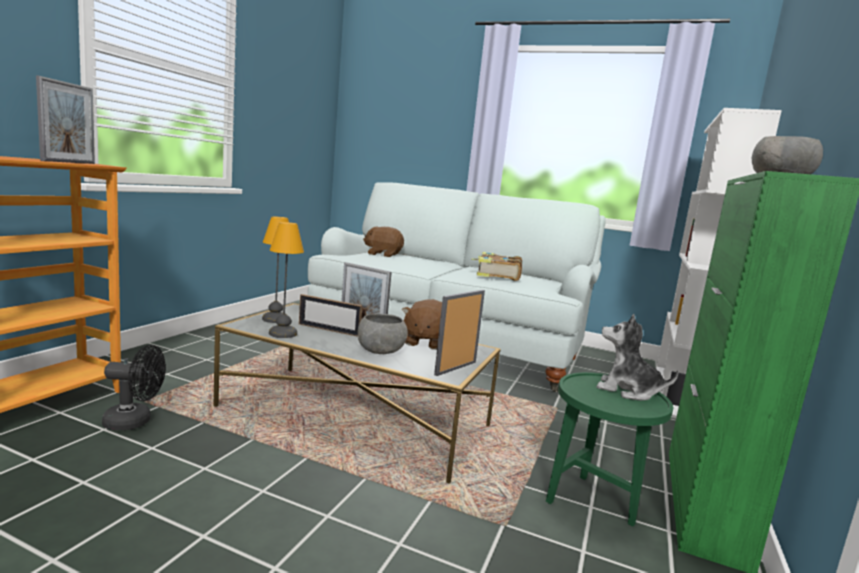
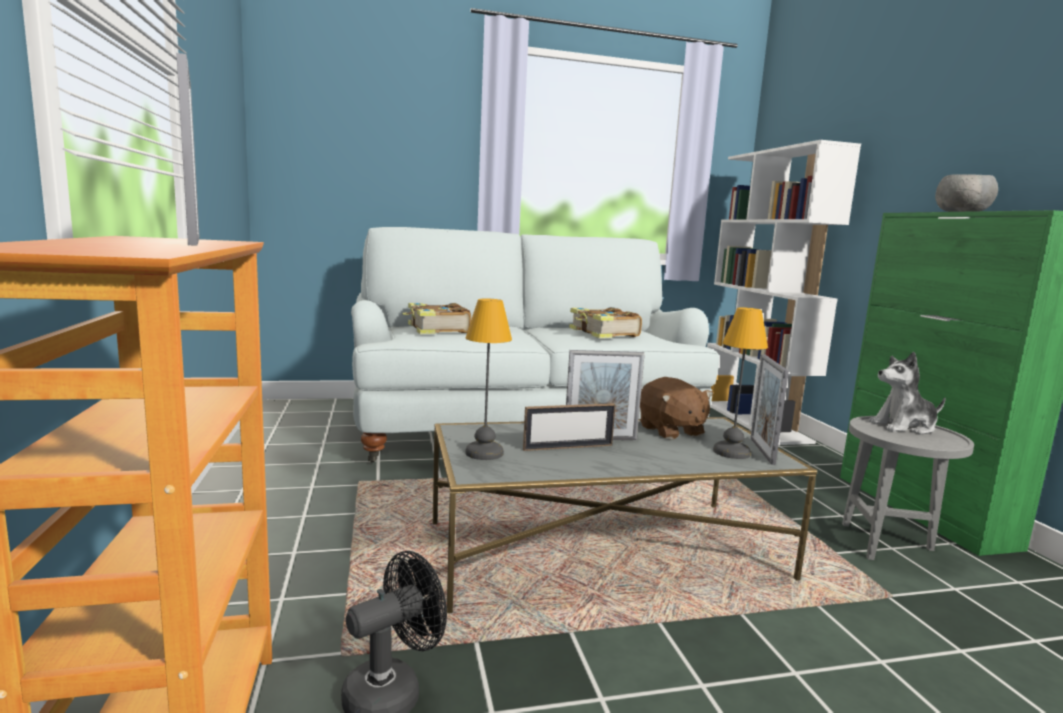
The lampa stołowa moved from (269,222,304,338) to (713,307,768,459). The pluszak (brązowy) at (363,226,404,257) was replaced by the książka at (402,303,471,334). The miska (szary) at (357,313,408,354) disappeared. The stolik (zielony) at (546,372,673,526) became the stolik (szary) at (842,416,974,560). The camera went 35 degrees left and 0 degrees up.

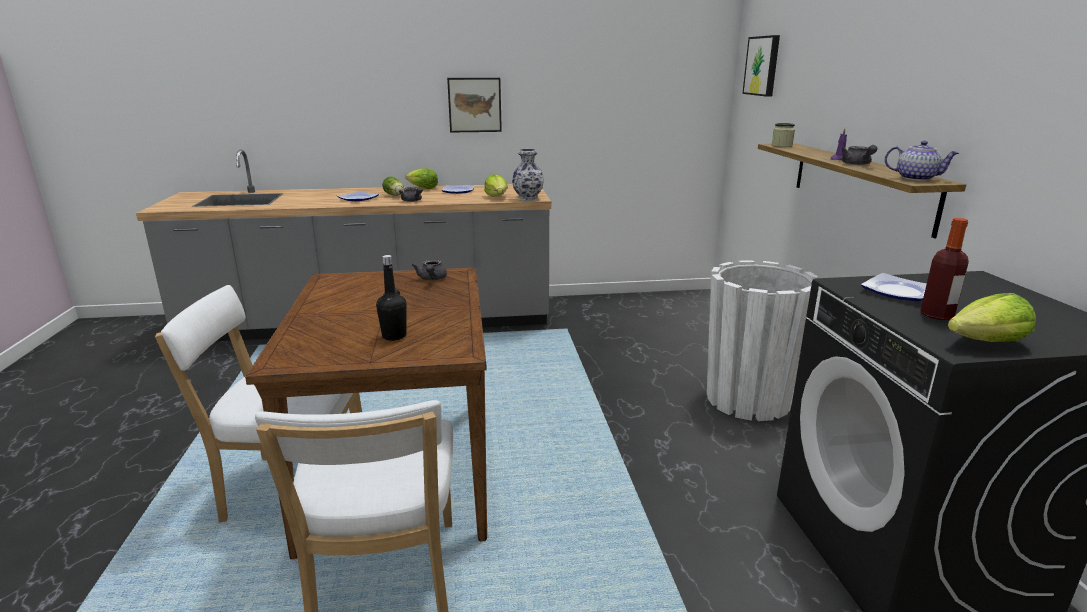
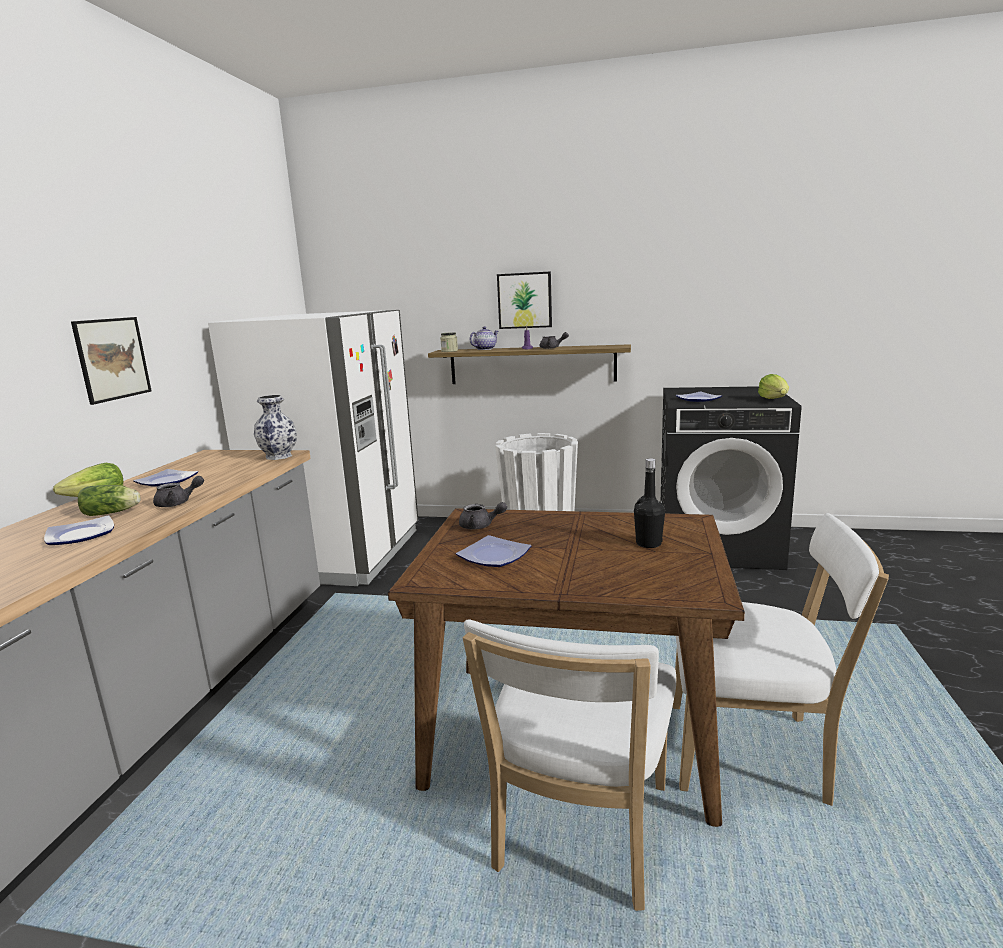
The obraz moved from (742,35,780,97) to (497,272,552,329). The imbryk moved from (885,141,959,181) to (470,327,499,350). The sałata at (484,174,508,197) disappeared. The butelka at (920,218,969,320) disappeared. The lodówka (biały) at (208,310,418,586) appeared. The talerz at (456,535,532,567) appeared. The camera went 70 degrees left and 5 degrees down.

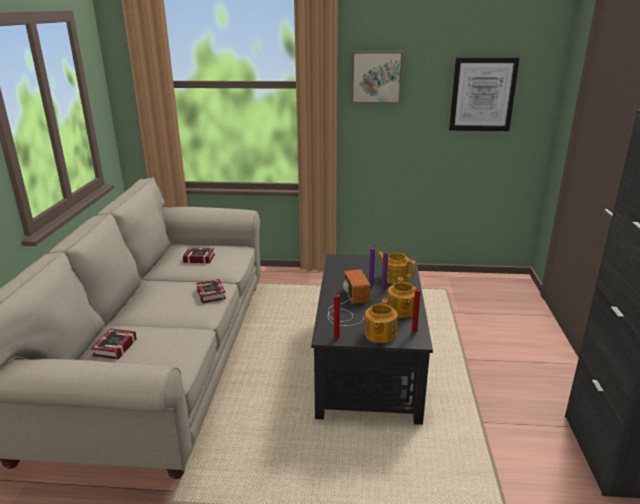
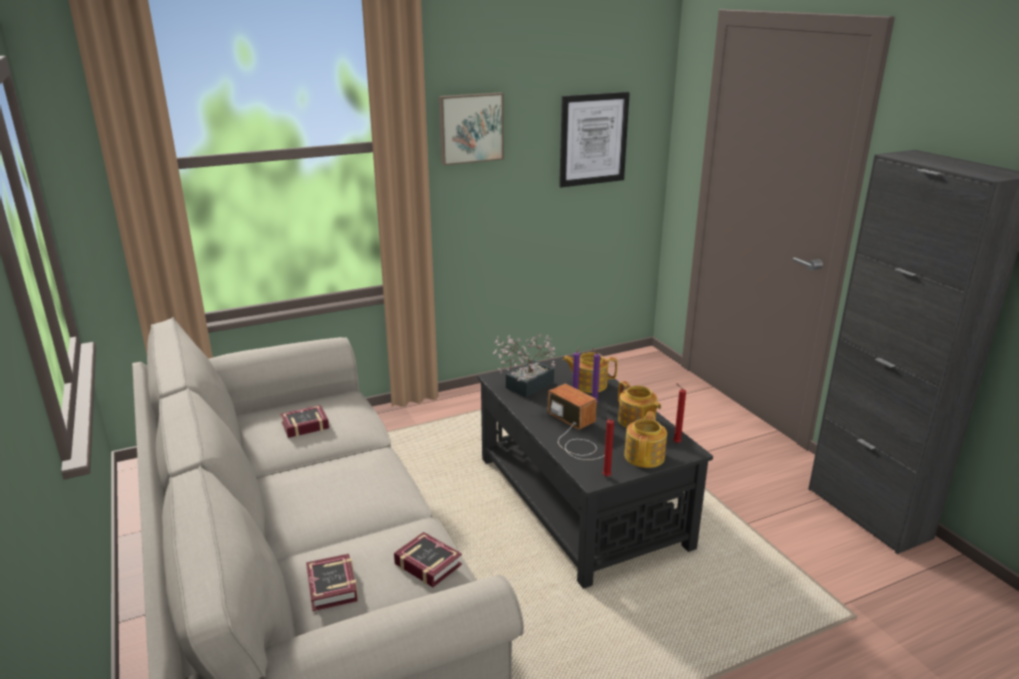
The książka moved from (196,279,226,303) to (394,532,462,587). The imbryk at (364,298,397,343) turned 150 degrees counterclockwise. The roślina doniczkowa at (493,334,555,397) appeared. The camera went 30 degrees left and 0 degrees up.

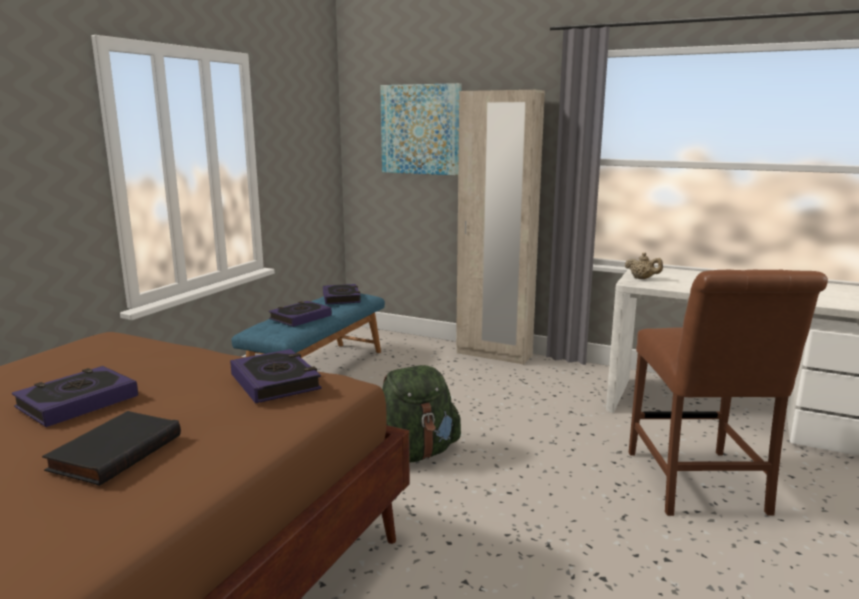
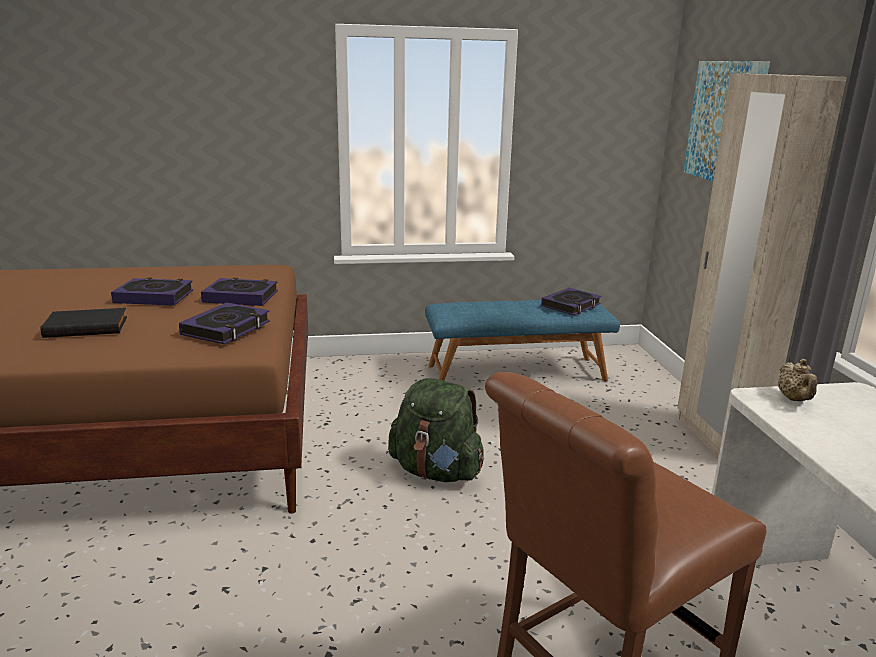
The książka moved from (269,301,332,327) to (201,278,278,306). The camera went 55 degrees right and 5 degrees up.

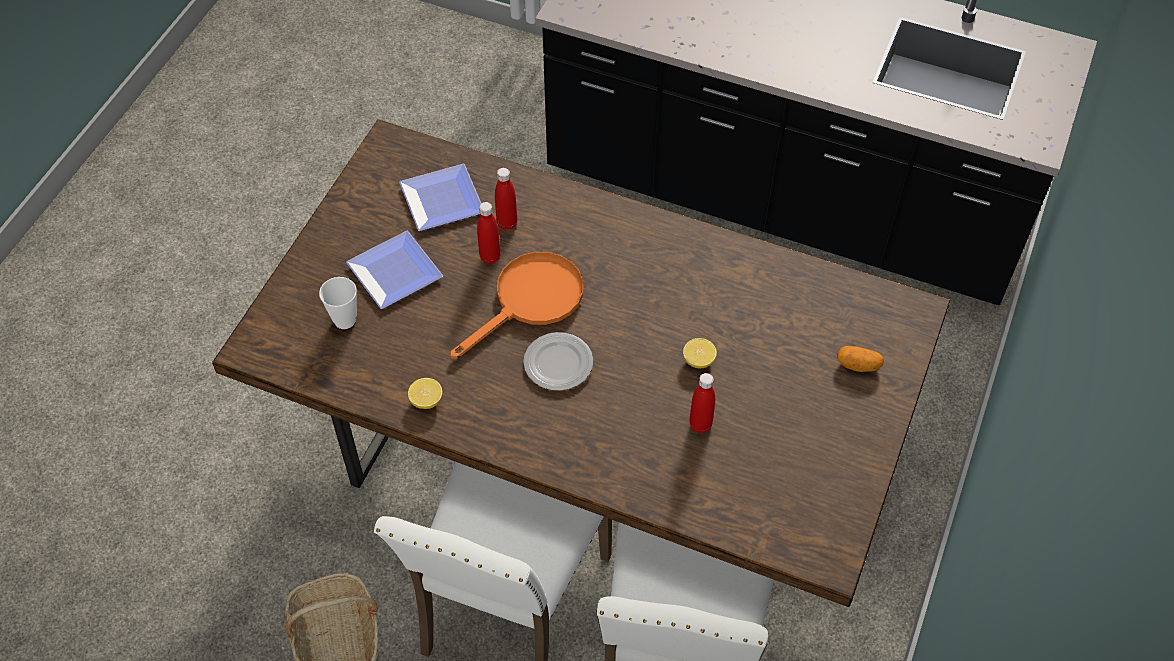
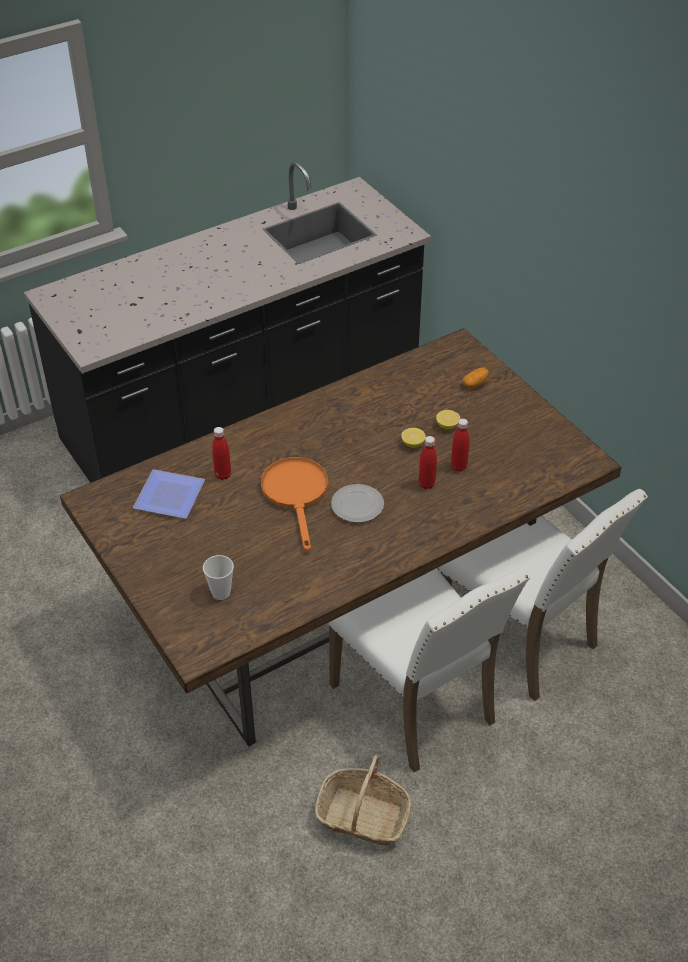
The butelka (czerwony) moved from (477,202,501,264) to (419,436,437,489). The talerz at (346,231,443,309) disappeared. The cytryna moved from (408,378,443,409) to (436,410,460,430). The camera went 55 degrees left and 10 degrees down.

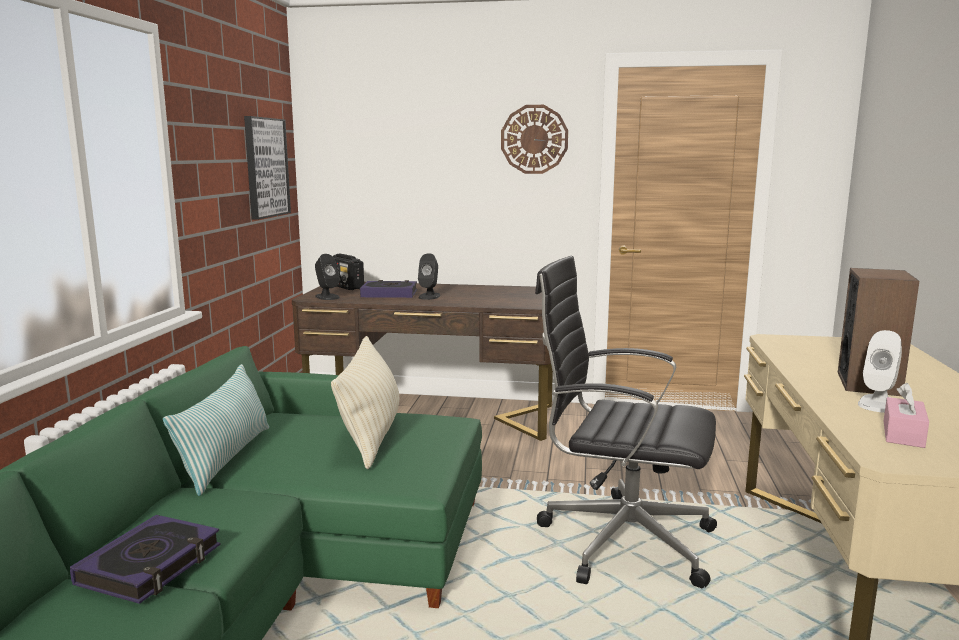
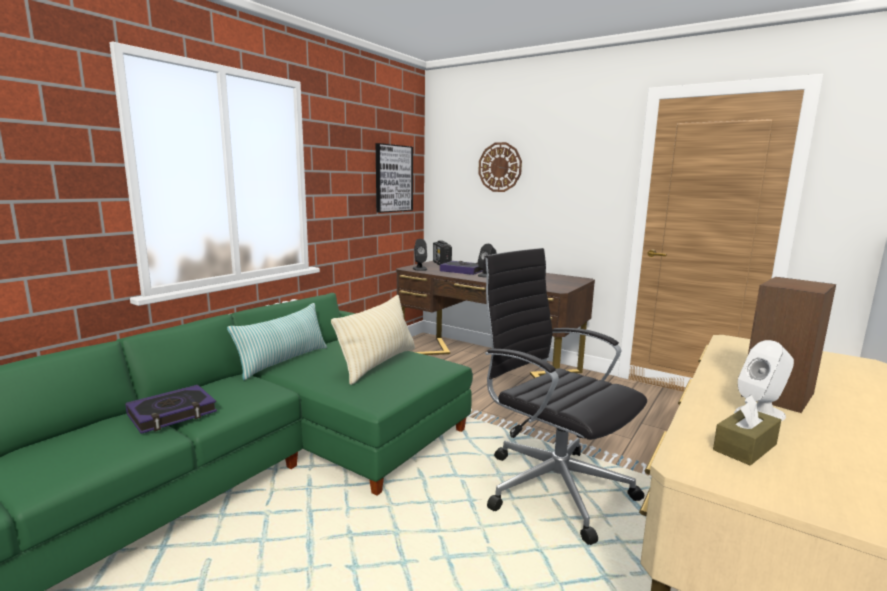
The zegar ścienny moved from (501,105,568,174) to (478,142,522,192). The pudełko chusteczek (różowy) at (884,383,929,448) became the pudełko chusteczek (brązowy) at (713,395,781,465). The camera went 25 degrees right and 0 degrees up.

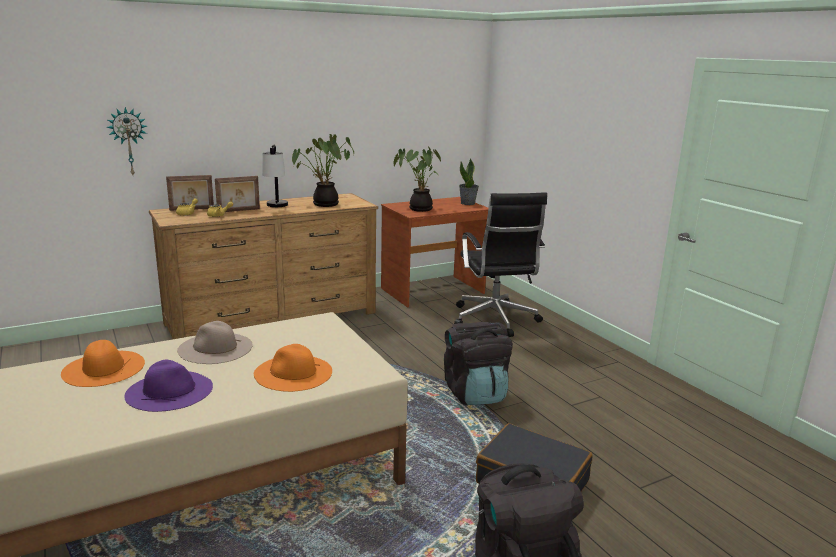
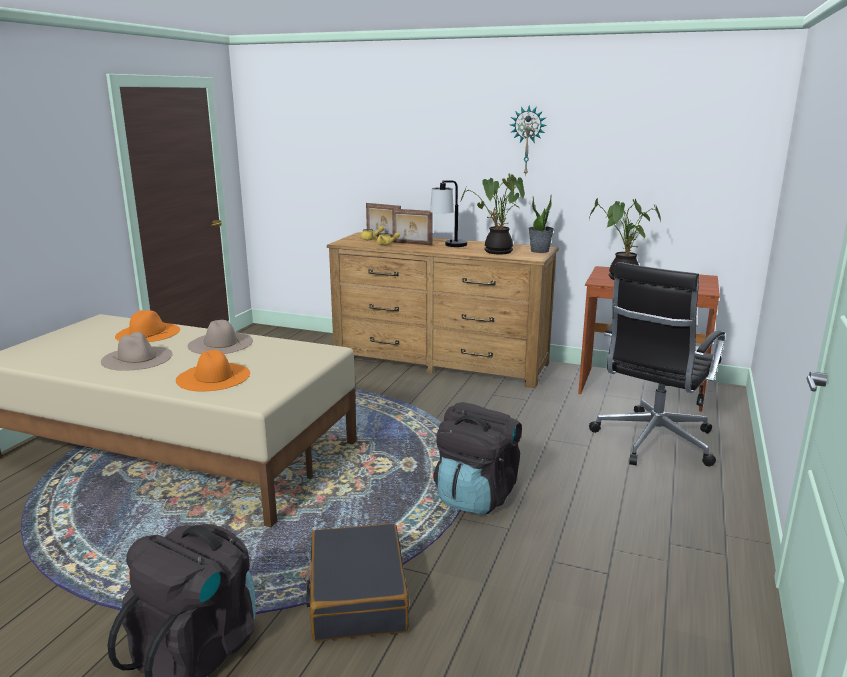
The zegar ścienny moved from (106,107,147,175) to (510,106,547,176). The roślina doniczkowa moved from (459,159,479,205) to (528,195,554,253). The kapelusz (fioletowy) at (124,360,213,412) became the kapelusz (beżowy) at (101,332,173,371). The camera went 50 degrees right and 0 degrees up.

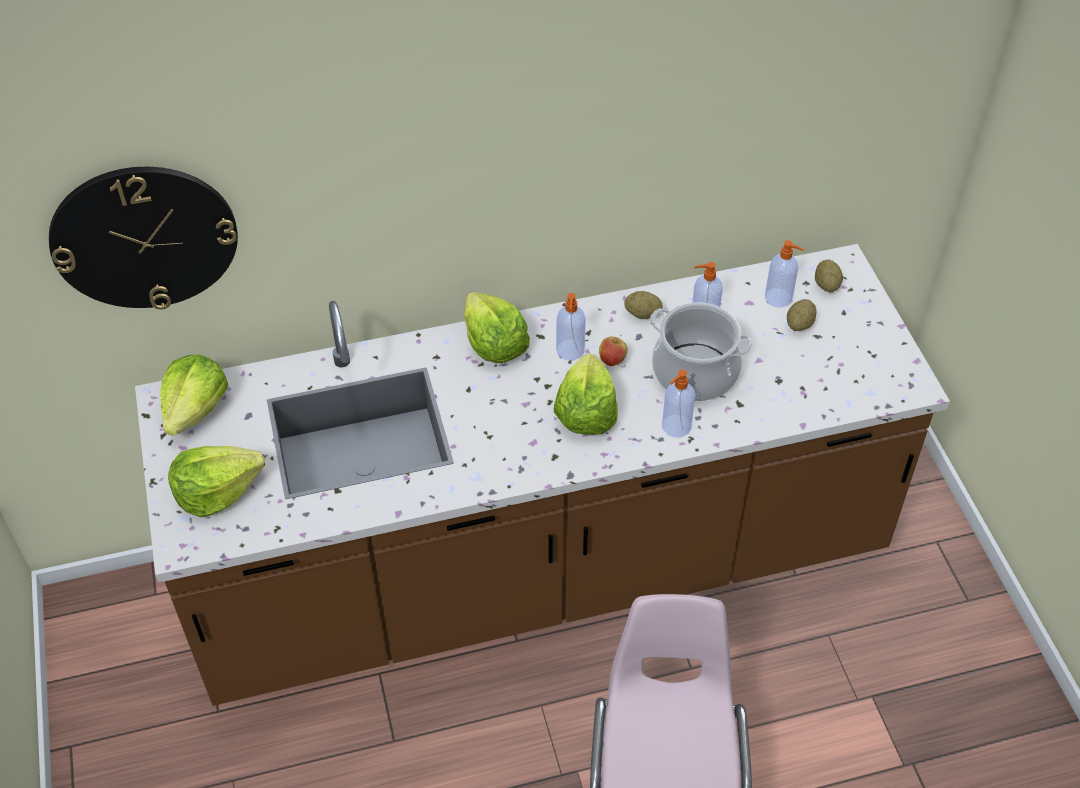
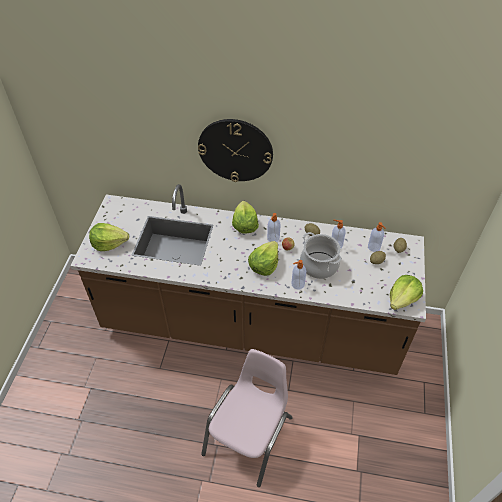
The zegar ścienny moved from (49,167,238,310) to (198,119,273,182). The sałata moved from (160,355,228,436) to (390,275,423,310). The camera went 25 degrees right and 0 degrees up.

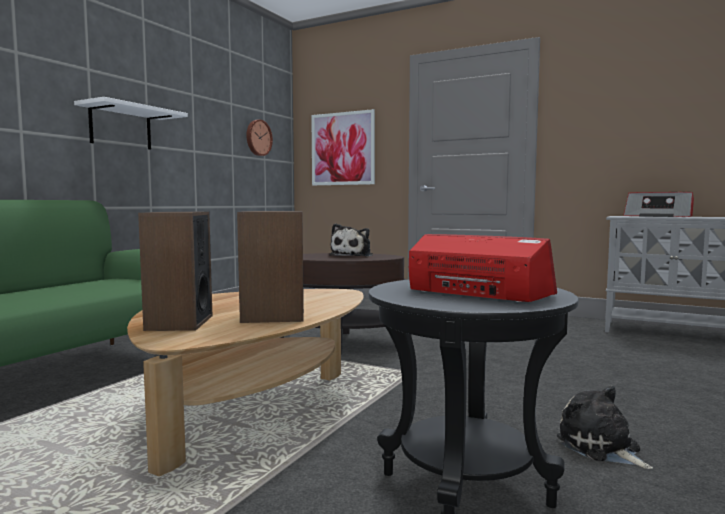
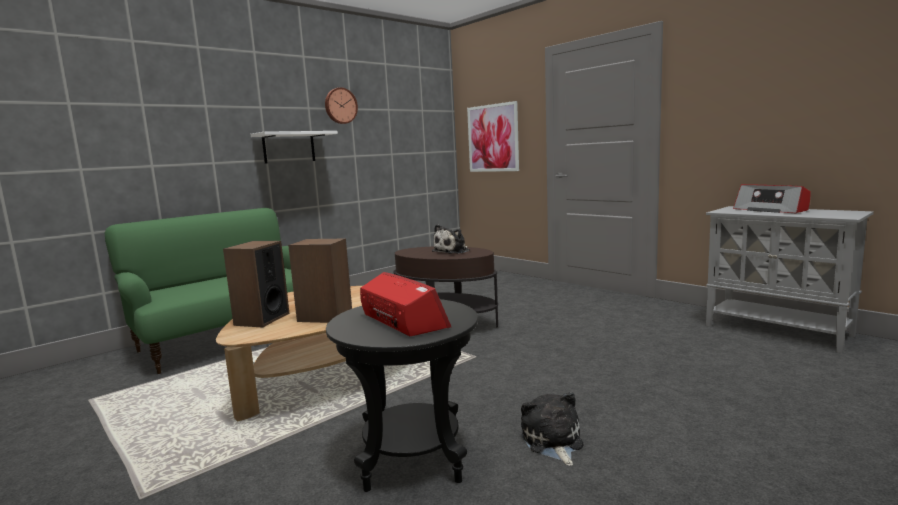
The zegar ścienny moved from (246,120,273,156) to (325,87,358,124). The camera went 20 degrees right and 5 degrees up.

